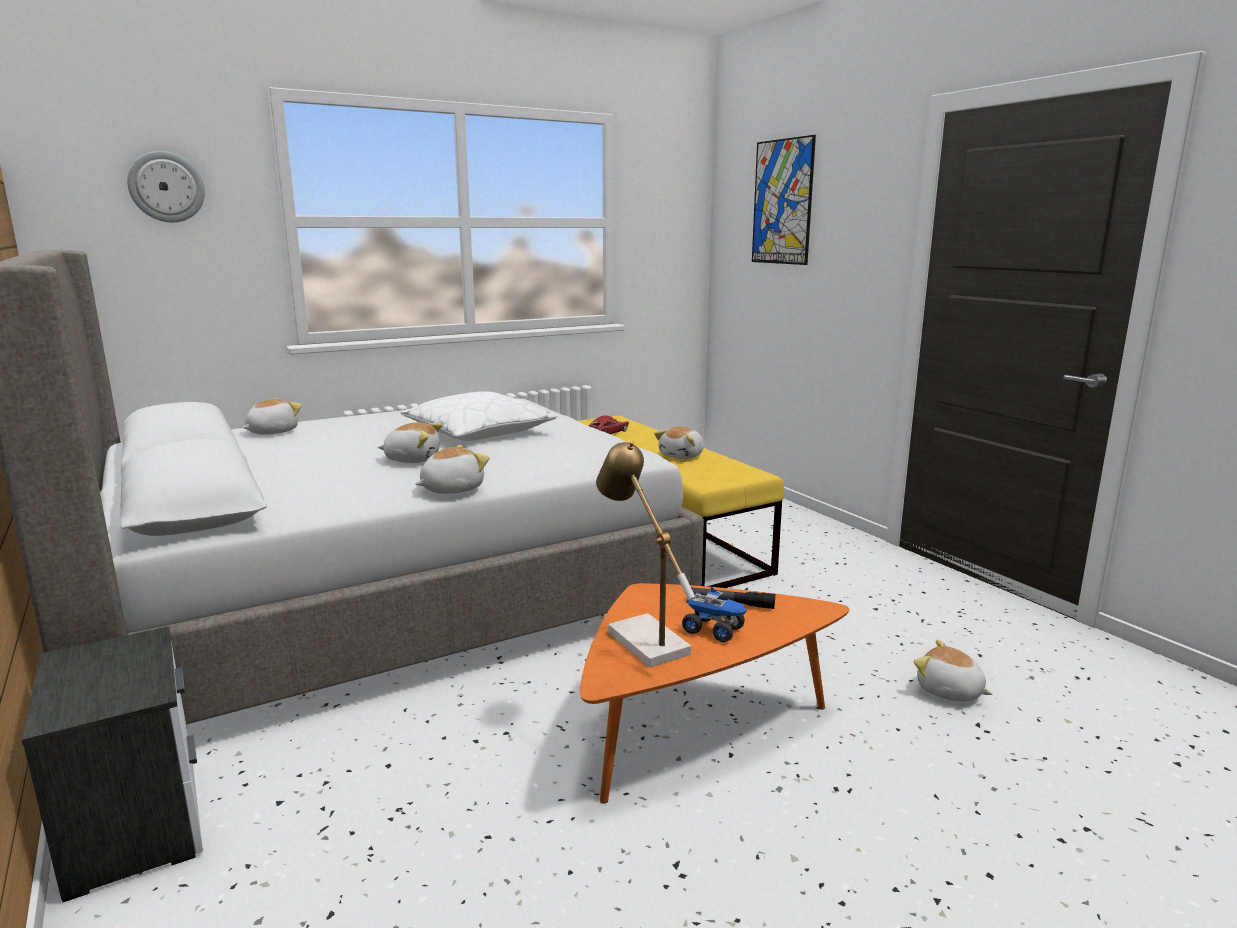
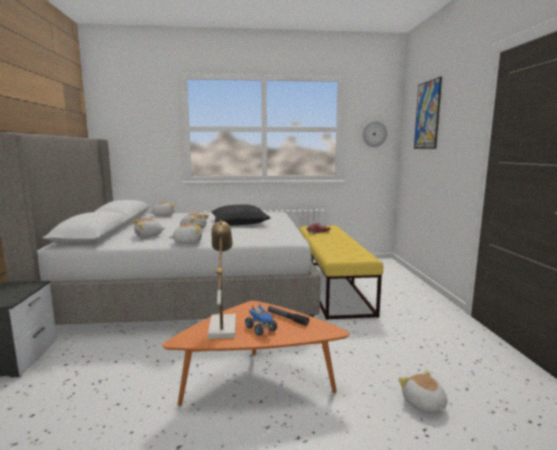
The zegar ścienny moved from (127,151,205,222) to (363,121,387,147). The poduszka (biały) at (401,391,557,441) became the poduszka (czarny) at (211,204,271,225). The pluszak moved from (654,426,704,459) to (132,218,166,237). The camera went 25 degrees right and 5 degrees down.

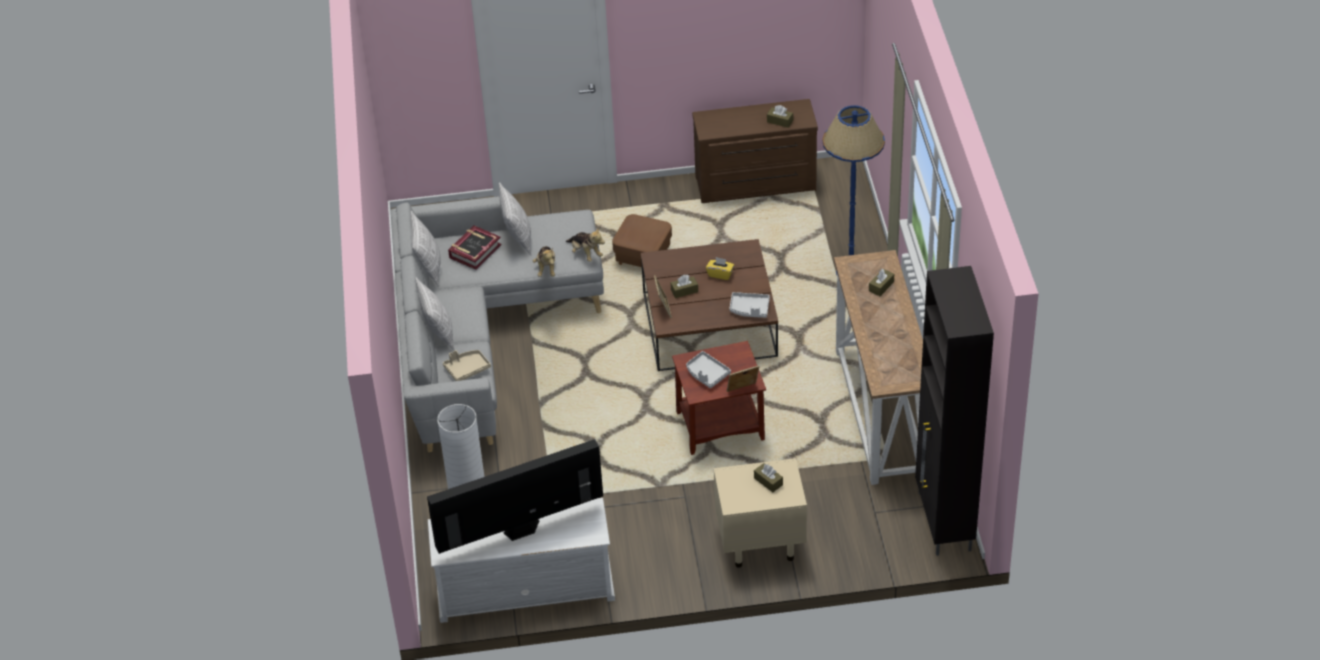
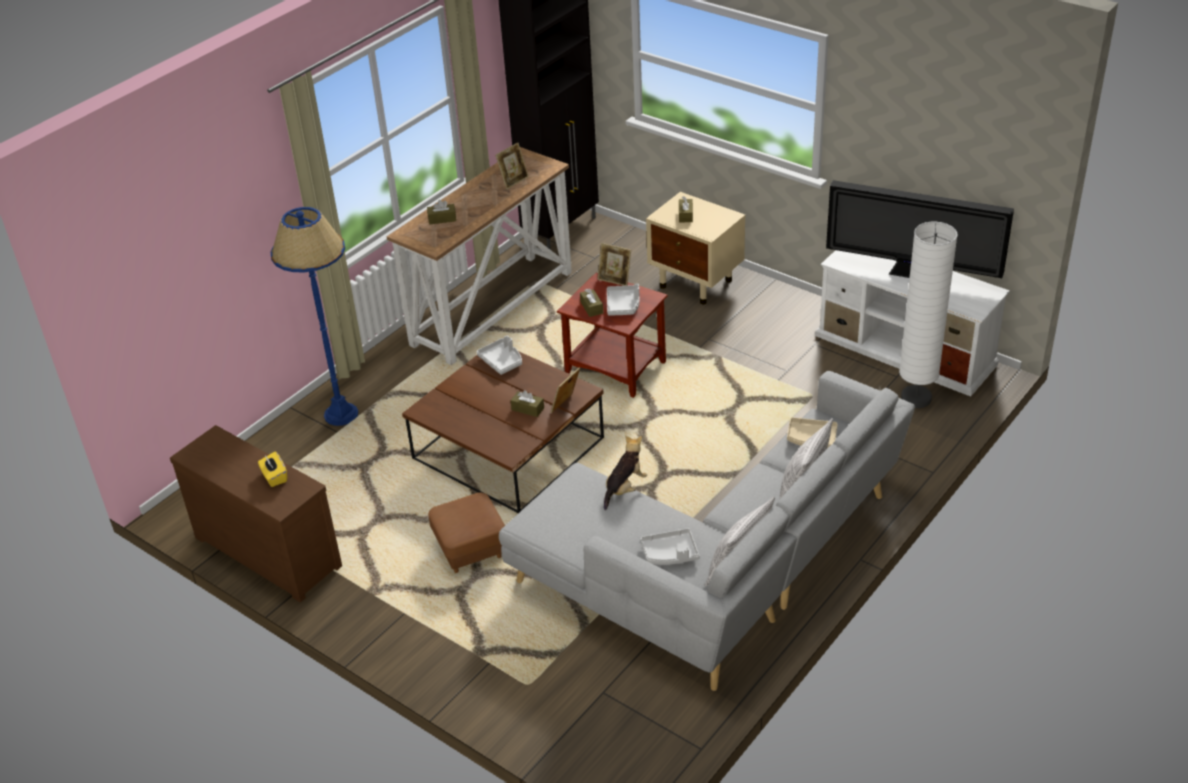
The pudełko chusteczek (brązowy) moved from (767,105,793,128) to (580,289,603,317). The poduszka at (499,182,532,256) disappeared. The książka at (448,226,501,270) was replaced by the taca (szary) at (640,528,700,565). The pluszak at (566,227,605,262) disappeared. The pudełko chusteczek (żółty) moved from (706,257,734,280) to (258,451,287,487). The ramka na zdjęcie at (495,142,529,190) appeared. The camera went 135 degrees left and 5 degrees down.

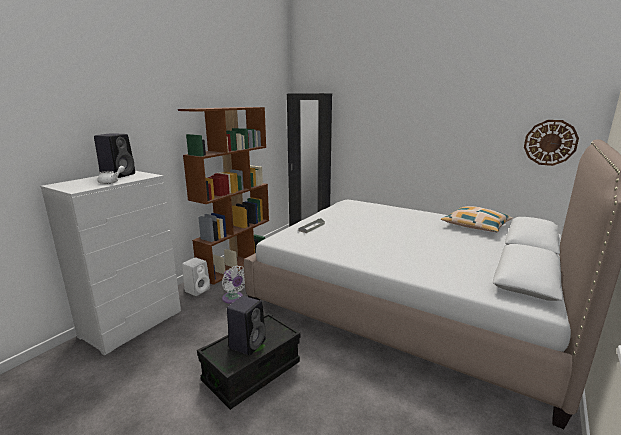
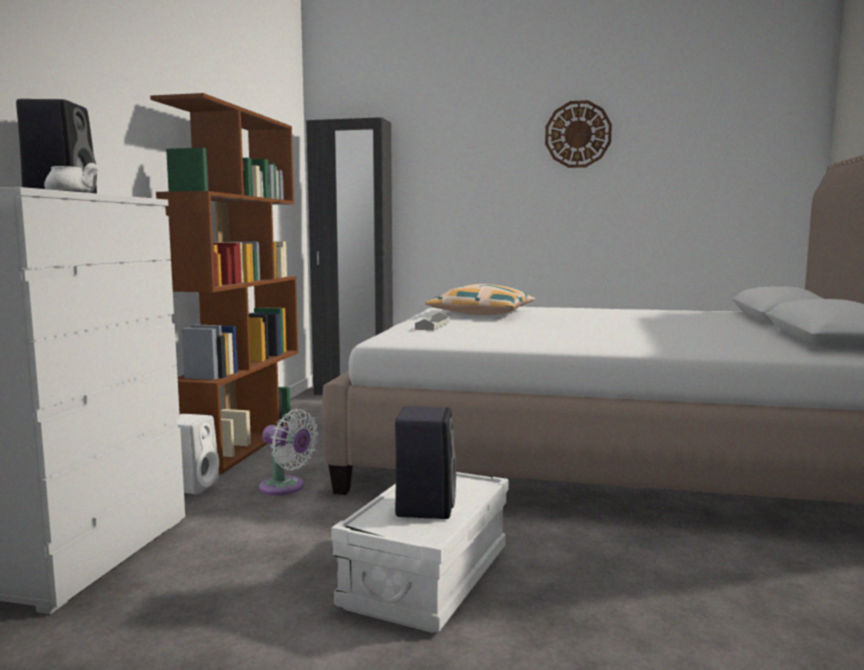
The zegar ścienny moved from (524,120,579,166) to (545,100,612,168). The poduszka moved from (441,206,513,232) to (425,284,535,315). The pojemnik do przechowywania (czarny) at (197,313,300,410) became the pojemnik do przechowywania (biały) at (331,472,509,633). The camera went 20 degrees left and 10 degrees down.

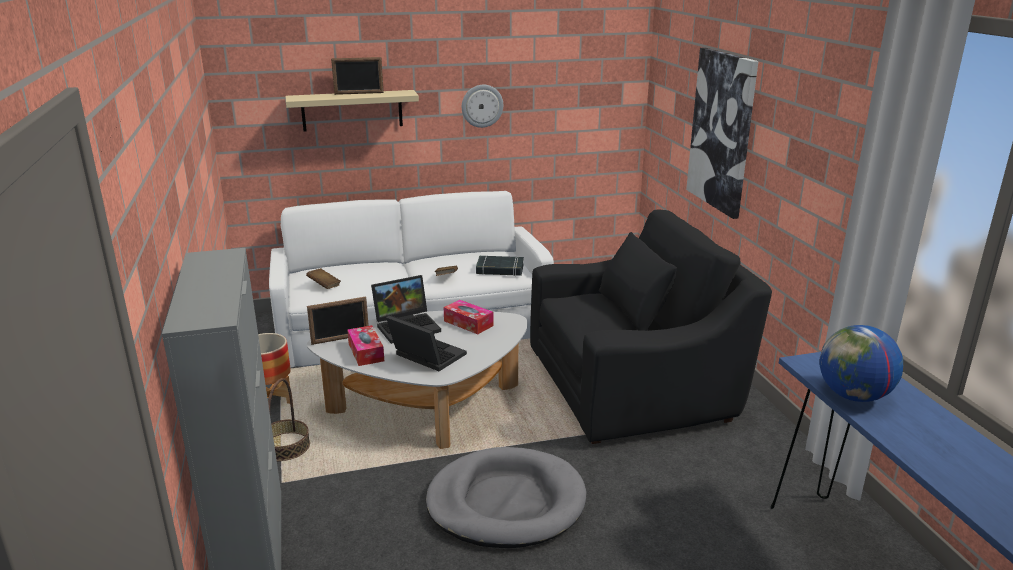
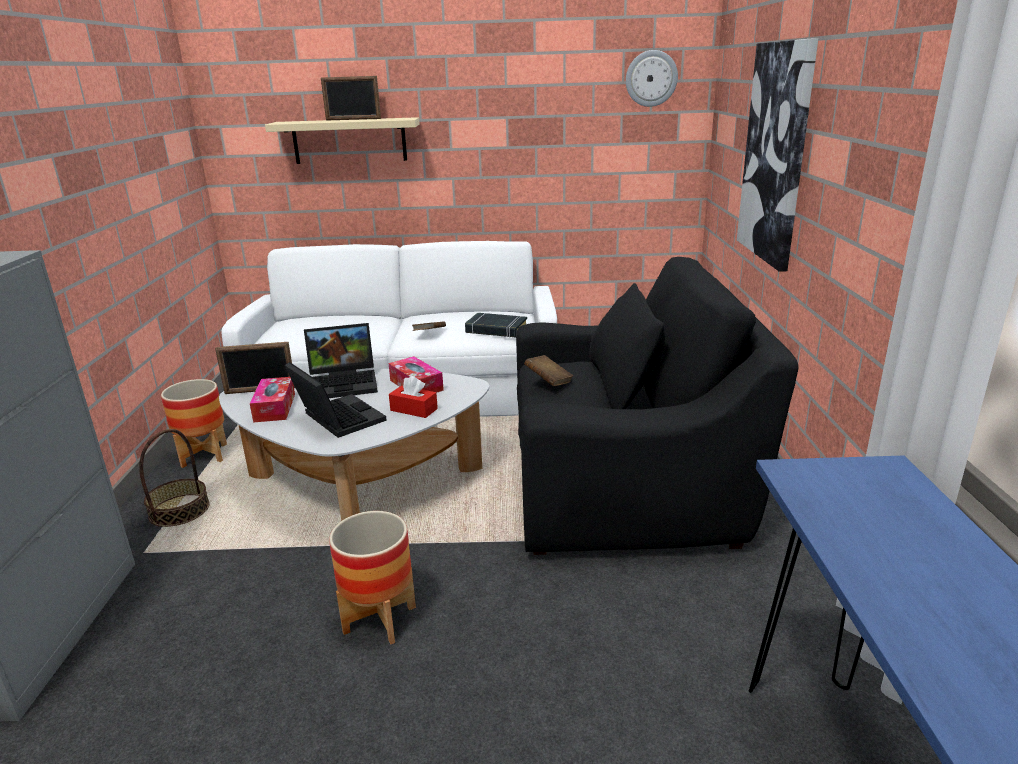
The zegar ścienny moved from (462,85,503,128) to (626,50,678,107). The książka (brązowy) moved from (306,268,341,289) to (524,355,573,386). The globus at (819,325,903,402) disappeared. The legowisko (szary) at (426,447,587,548) was replaced by the donica at (329,511,416,644). The pudełko chusteczek (czerwony) at (389,376,438,418) appeared. The camera went 15 degrees right and 0 degrees up.

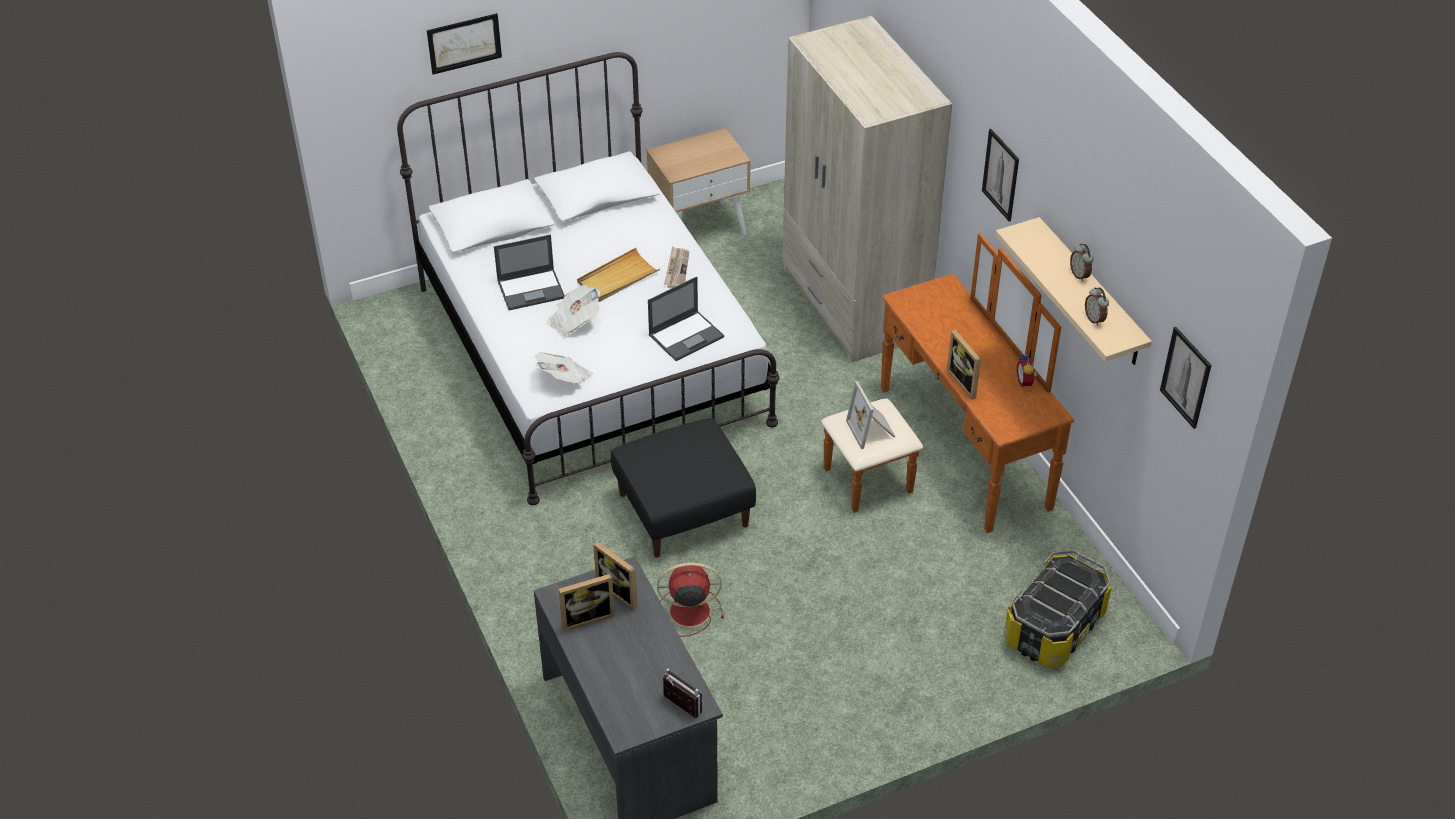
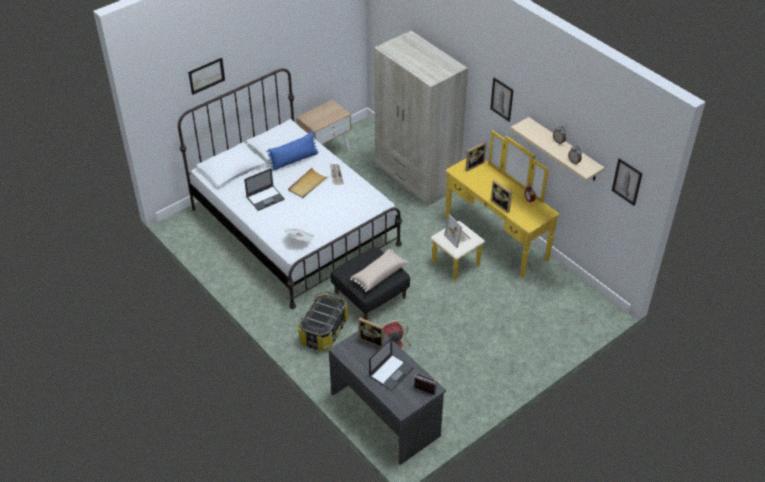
The komoda (brązowy) at (821,233,1074,533) became the komoda (żółty) at (431,130,560,281). The laptop moved from (648,277,724,361) to (369,336,414,391). The gazeta at (547,285,601,336) disappeared. The pojemnik do przechowywania moved from (1004,550,1112,668) to (298,291,348,351). The ramka na zdjęcie moved from (559,574,615,632) to (465,142,486,172). The poduszka (niebieski) at (266,131,319,171) appeared. The poduszka (beżowy) at (350,249,408,292) appeared. The camera went 15 degrees left and 0 degrees up.

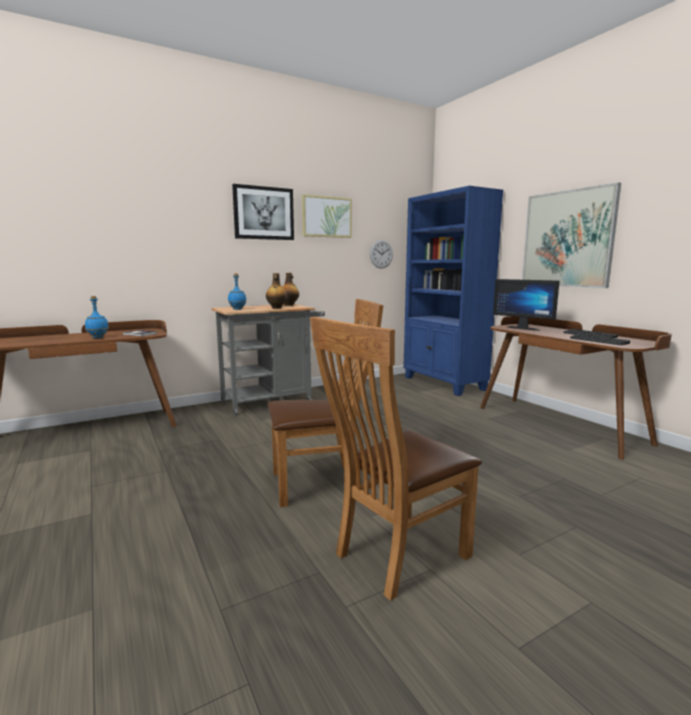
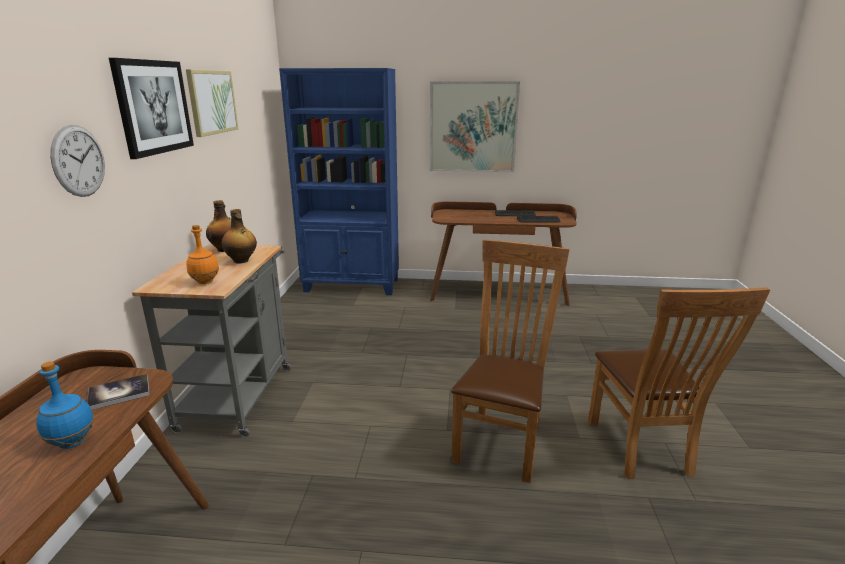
The zegar ścienny moved from (370,240,393,269) to (50,125,105,197). The butelka (niebieski) at (228,273,246,310) became the butelka (pomarańczowy) at (186,225,219,284). The monitor at (493,279,560,331) disappeared. The camera went 55 degrees left and 10 degrees up.

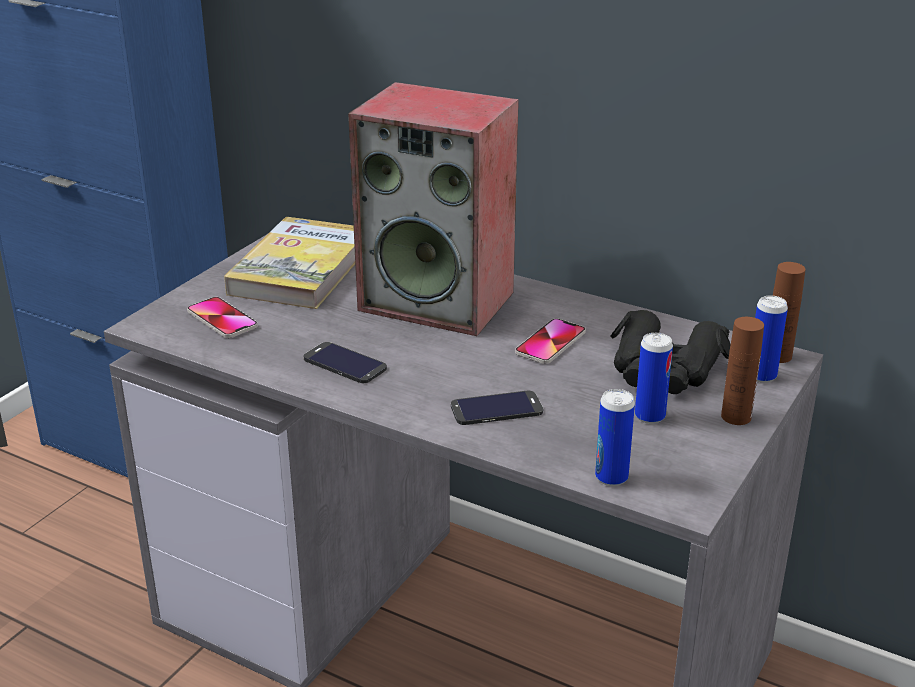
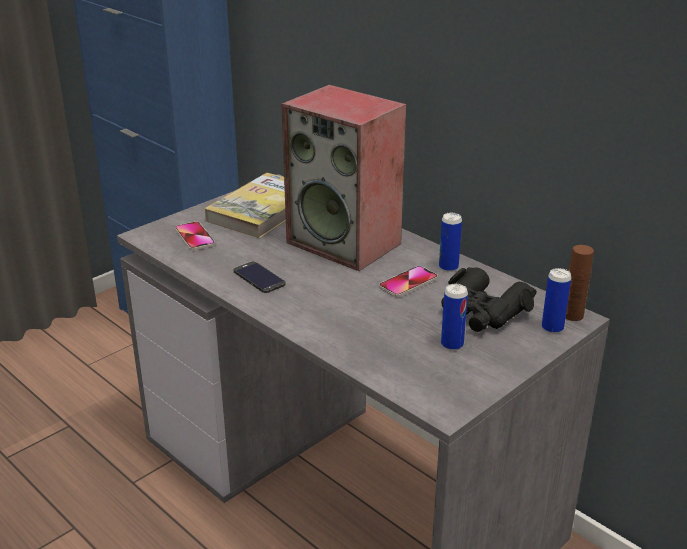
The butelka (brązowy) at (721,317,764,425) disappeared. The puszka moved from (595,389,635,486) to (439,213,462,272). The telefon at (451,391,543,425) disappeared. The camera went 15 degrees right and 0 degrees up.

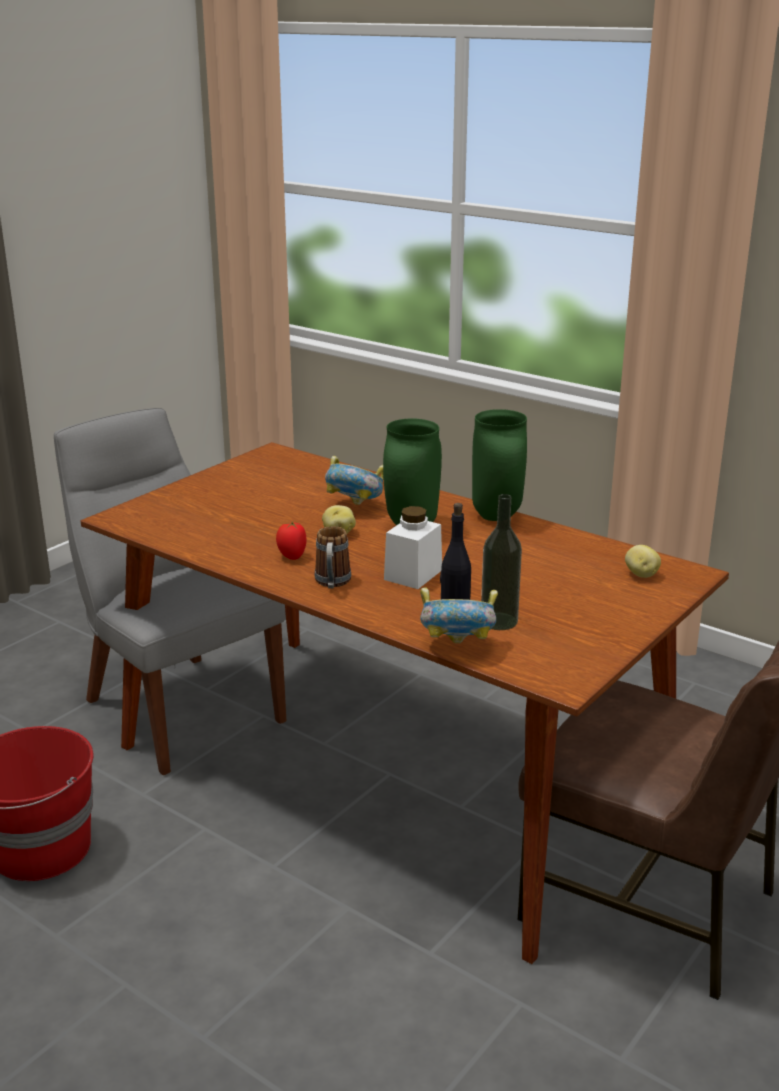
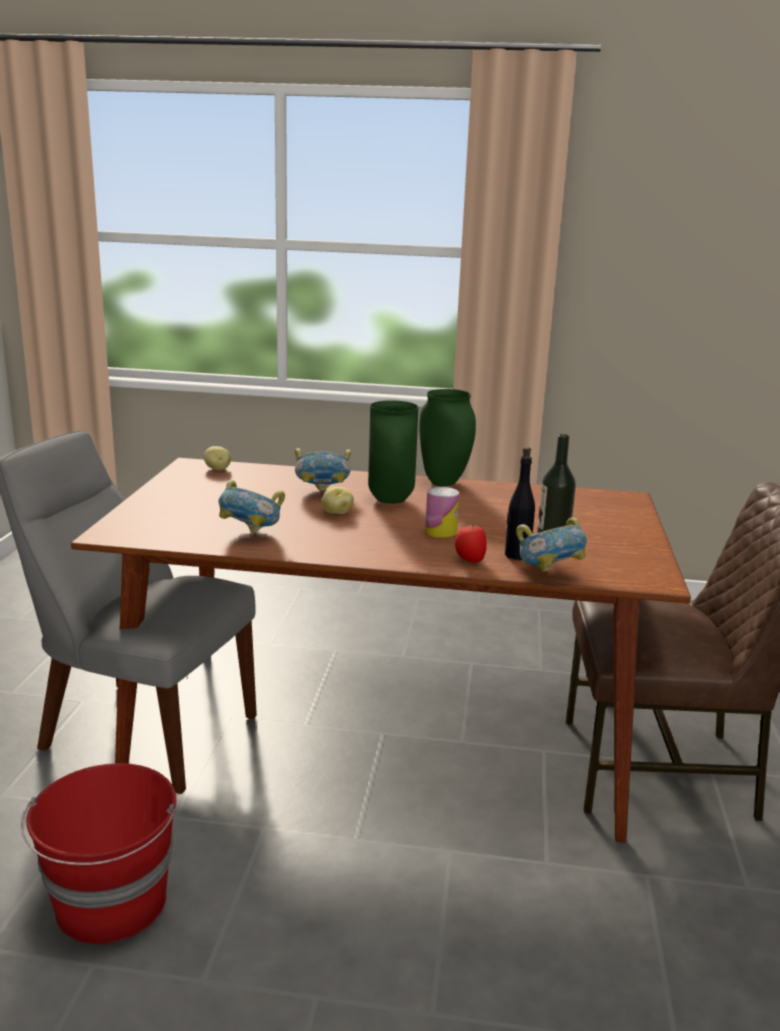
The słoik (biały) at (384,506,442,589) was replaced by the puszka at (425,487,459,538). The pomidor moved from (276,521,306,560) to (455,524,487,563). The kubek at (315,526,351,588) disappeared. The ziemniak moved from (625,545,661,578) to (204,446,231,470). The miska at (219,480,285,533) appeared. The camera went 30 degrees left and 5 degrees down.

